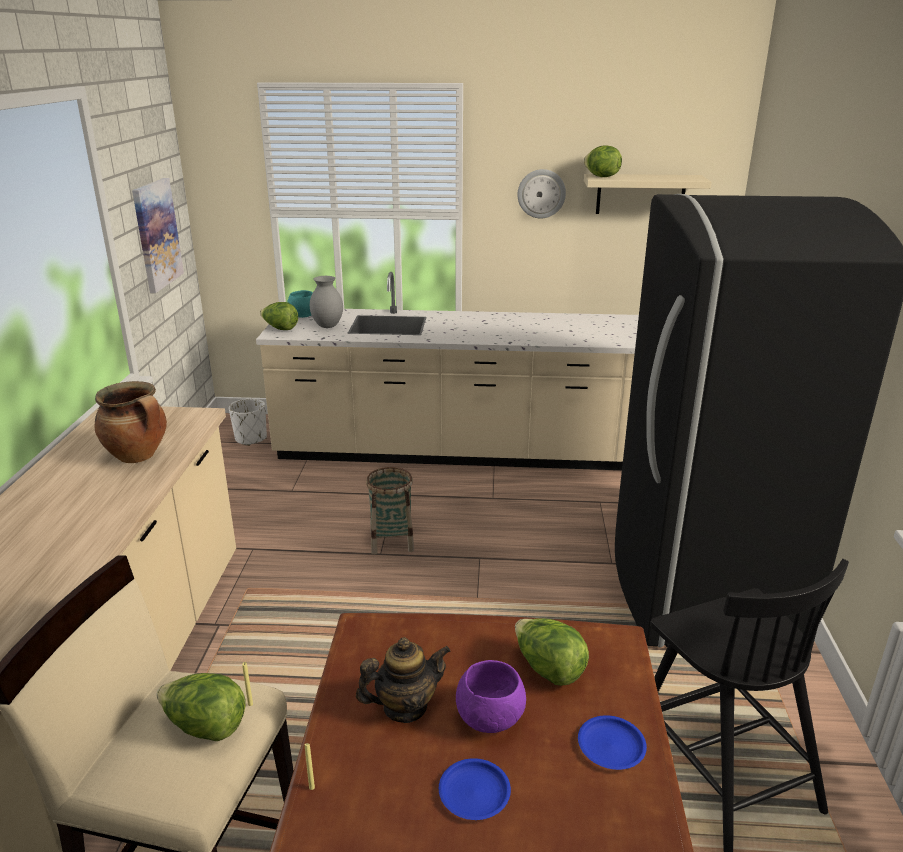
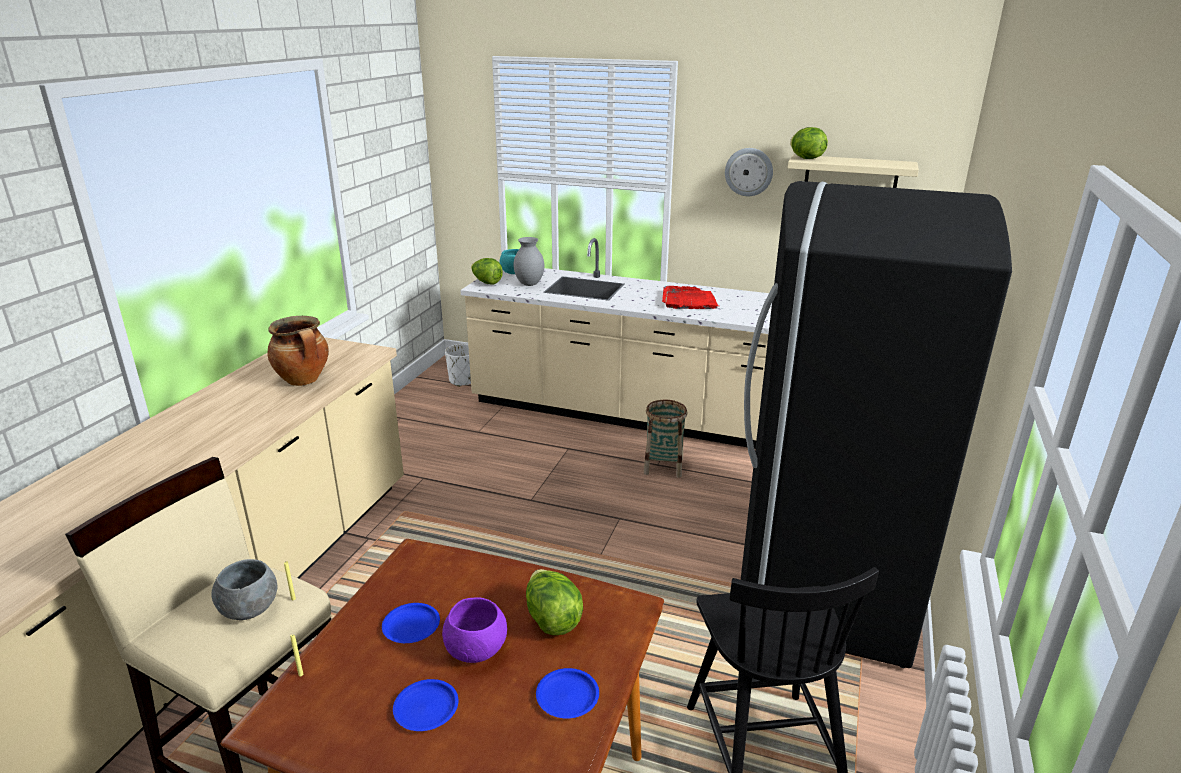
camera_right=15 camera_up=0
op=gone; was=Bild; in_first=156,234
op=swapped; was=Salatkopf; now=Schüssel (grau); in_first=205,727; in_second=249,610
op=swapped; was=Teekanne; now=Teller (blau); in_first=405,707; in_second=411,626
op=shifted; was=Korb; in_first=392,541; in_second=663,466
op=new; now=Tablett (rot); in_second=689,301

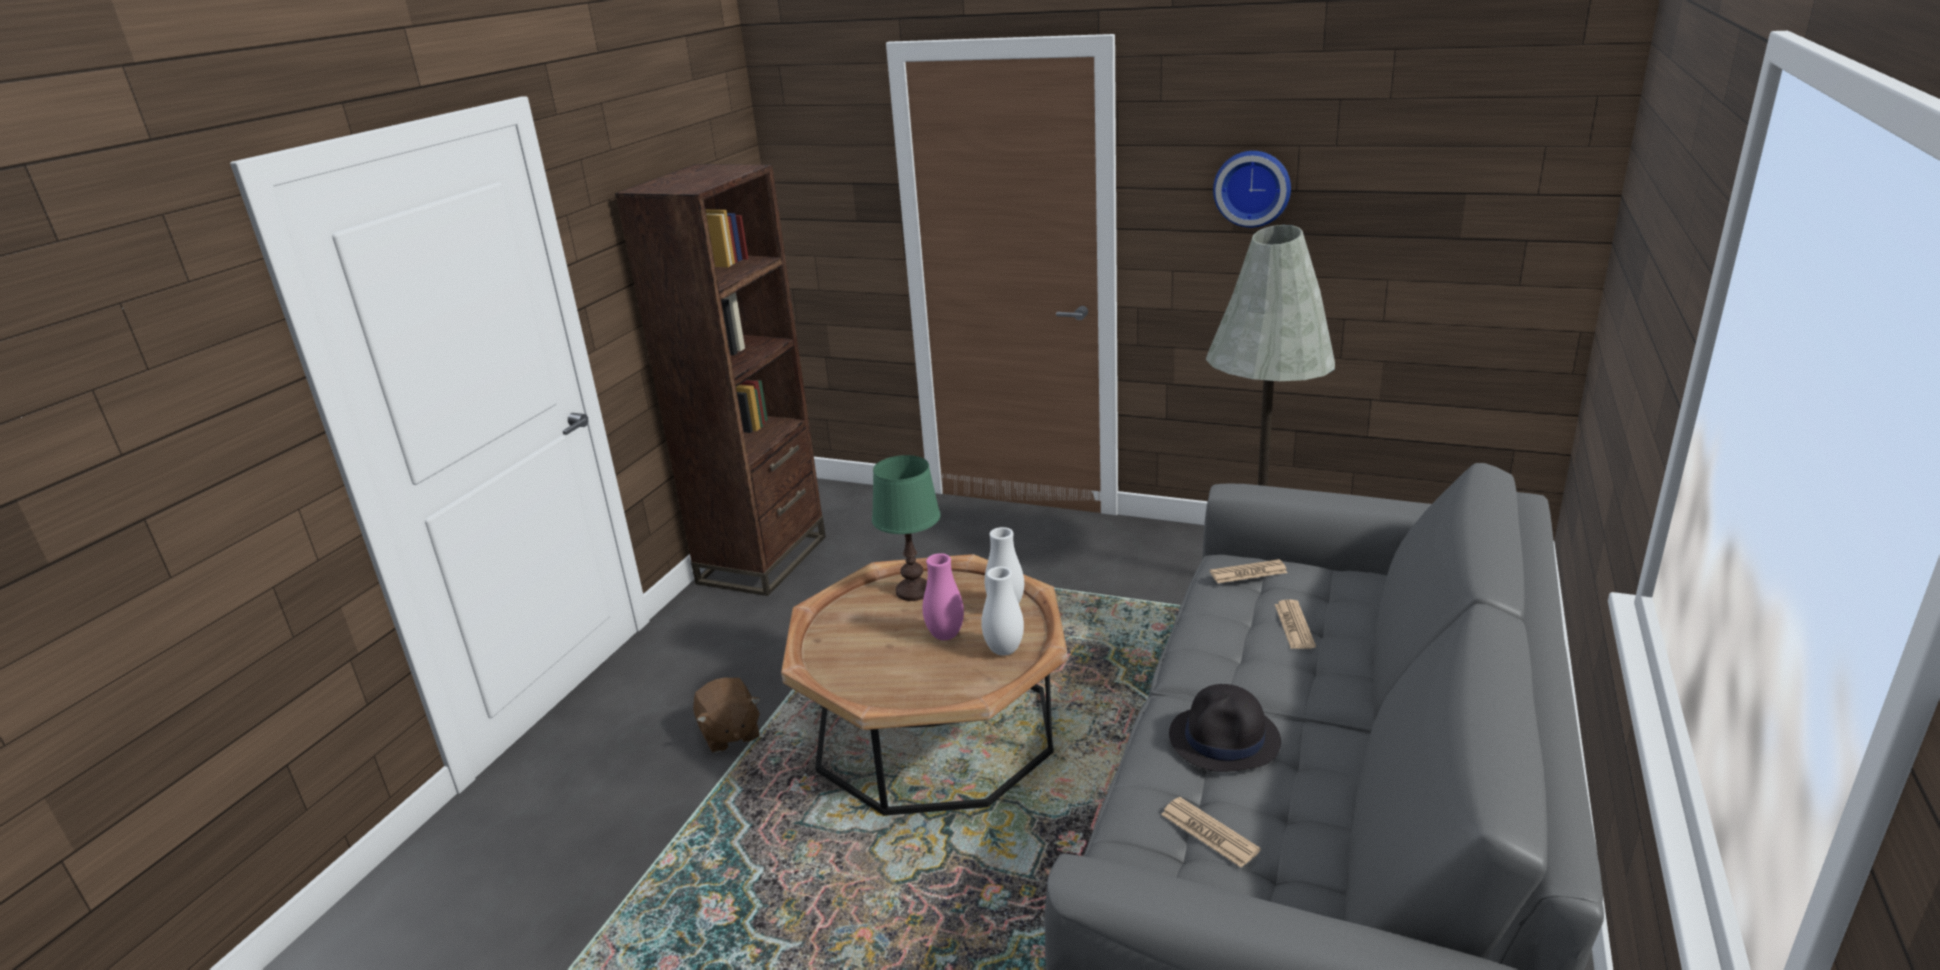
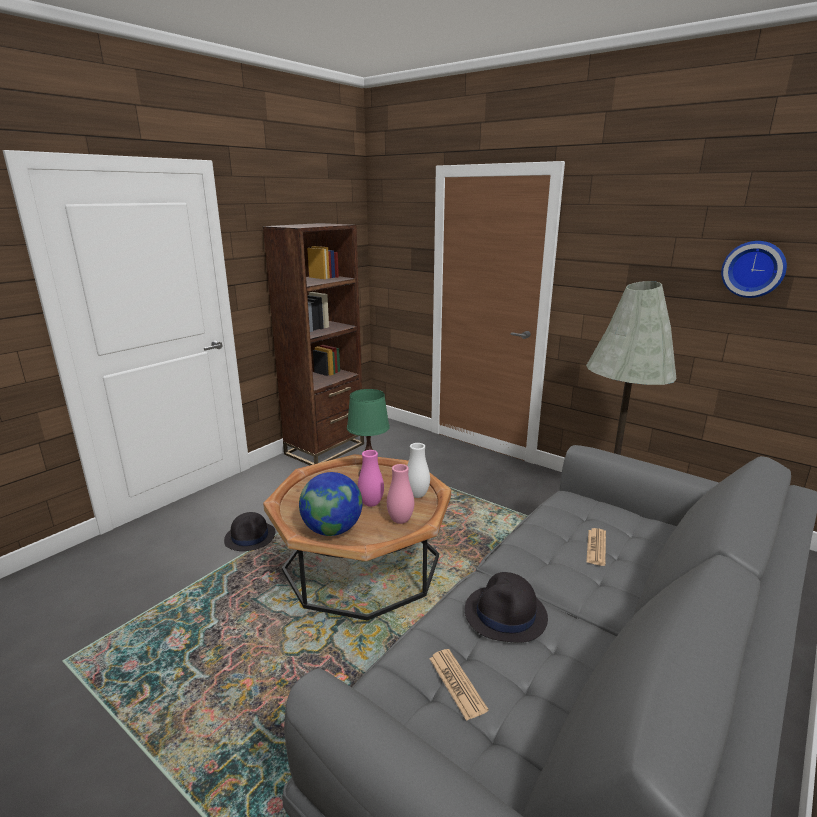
camera_right=15 camera_up=-5
op=swapped; was=Plüschtier (braun); now=Hut (schwarz); in_first=729,734; in_second=250,537
op=repainted; was=Vase (weiß); now=Vase (rosa); in_first=1004,650; in_second=400,520
op=gone; was=Zeitung; in_first=1248,572
op=shifted; was=Wanduhr; in_first=1252,188; in_second=753,269
op=new; now=Globus; in_second=332,530

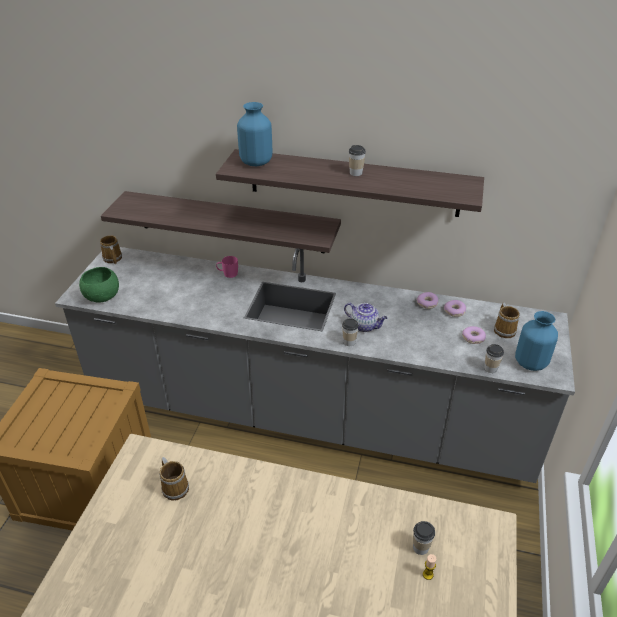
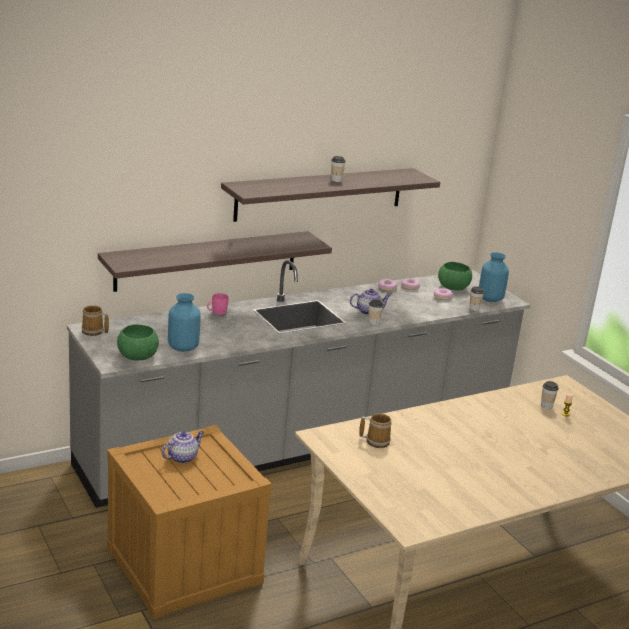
camera_right=-45 camera_up=-15
op=shifted; was=Vase (blau); in_first=255,162; in_second=182,347
op=swapped; was=Henkelbecher; now=Schüssel (grün); in_first=504,330; in_second=452,287
op=new; now=Teekanne; in_second=182,457

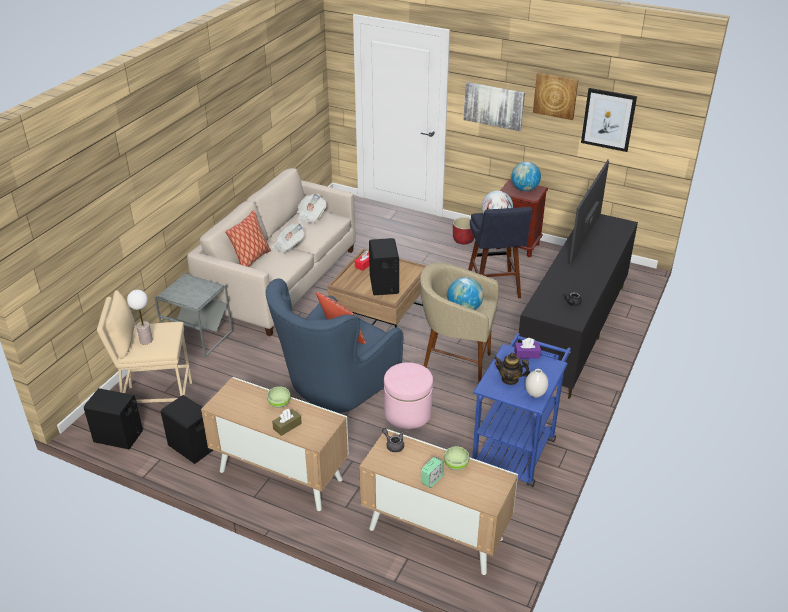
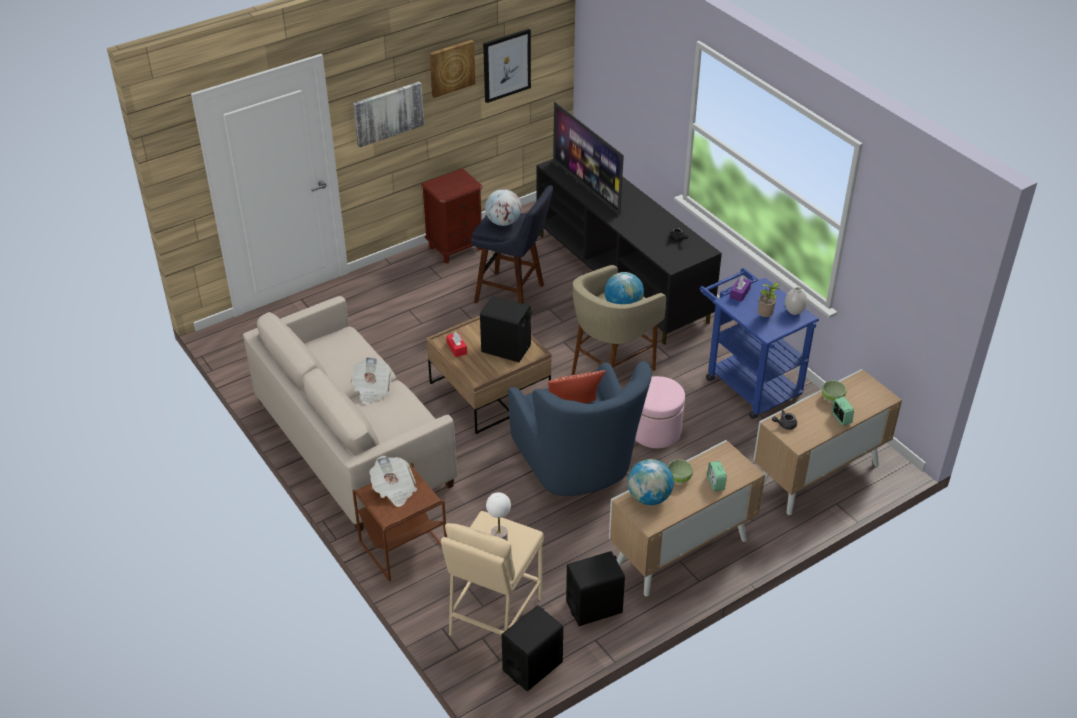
camera_right=-60 camera_up=5
op=repainted; was=Beistelltisch (grau); now=Beistelltisch (braun); in_first=198,337; in_second=402,547
op=gone; was=Kissen; in_first=251,259
op=swapped; was=Taschentuchbox (braun); now=Wecker; in_first=287,426; in_second=715,483
op=shifted; was=Zeitung; in_first=310,216; in_second=394,489
op=gone; was=Pflanzkübel (rot); in_first=463,240
op=swapped; was=Teekanne; now=Topfpflanze; in_first=510,379; in_second=765,317
op=shifted; was=Globus; in_first=524,189; in_second=649,497

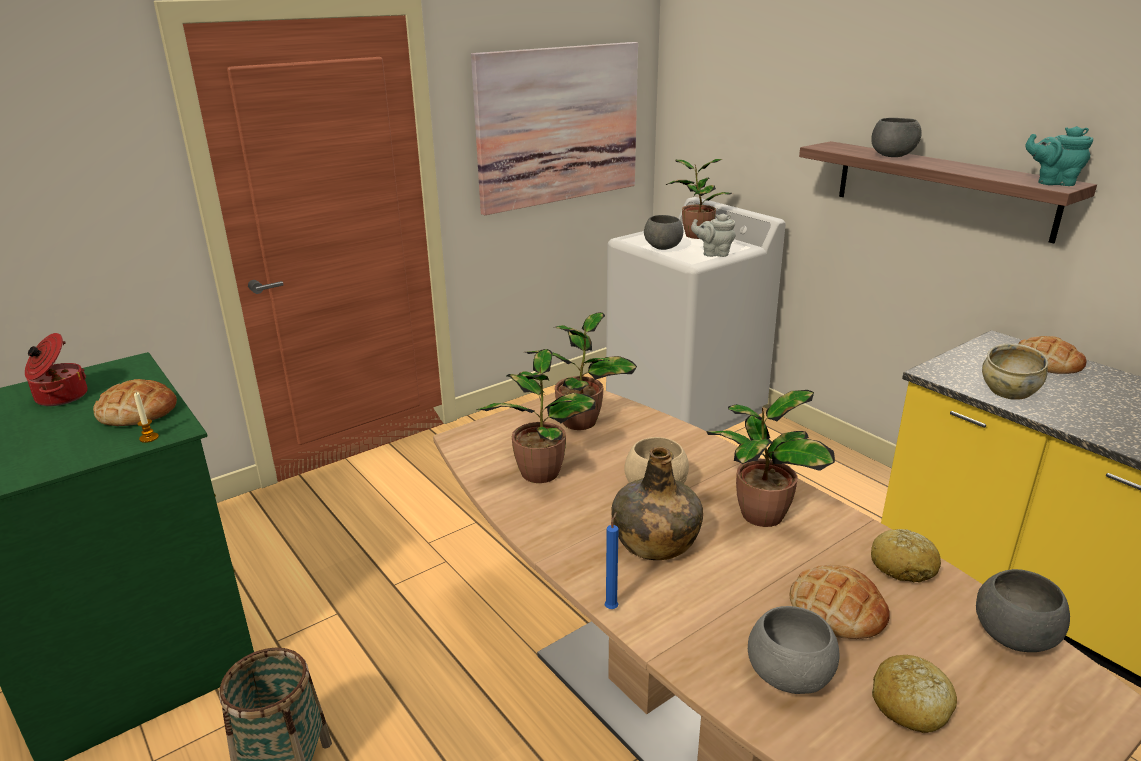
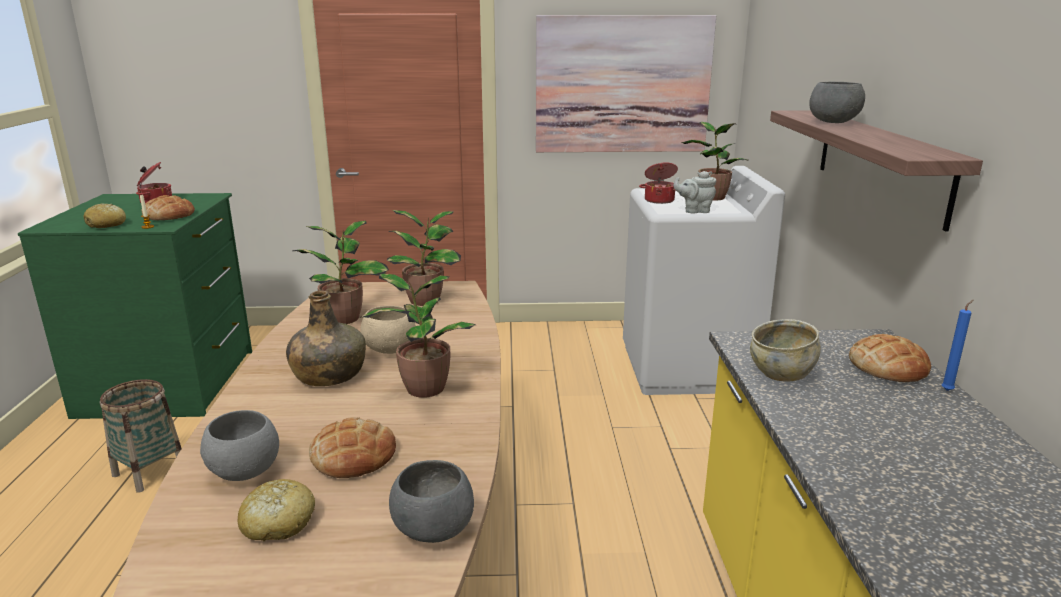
camera_right=35 camera_up=-5
op=shifted; was=Kerze (blau); in_first=612,607; in_second=948,390
op=swapped; was=Schüssel (grau); now=Kochtopf; in_first=662,248; in_second=659,200
op=rotated; was=Teekanne (grau); in_first=714,253; in_second=695,211; clockwise=-45
op=shifted; was=Brot; in_first=903,566; in_second=107,224
op=gone; was=Teekanne (türkis); in_first=1052,182

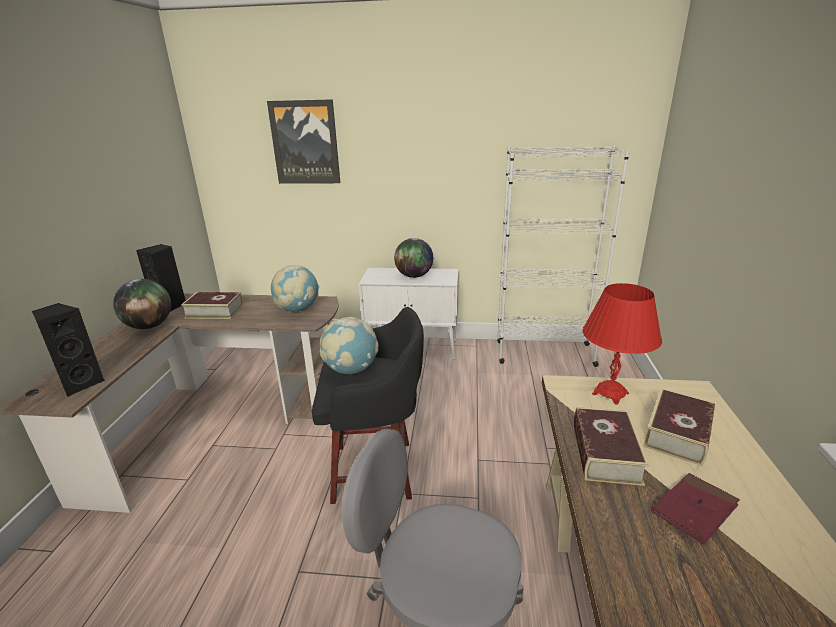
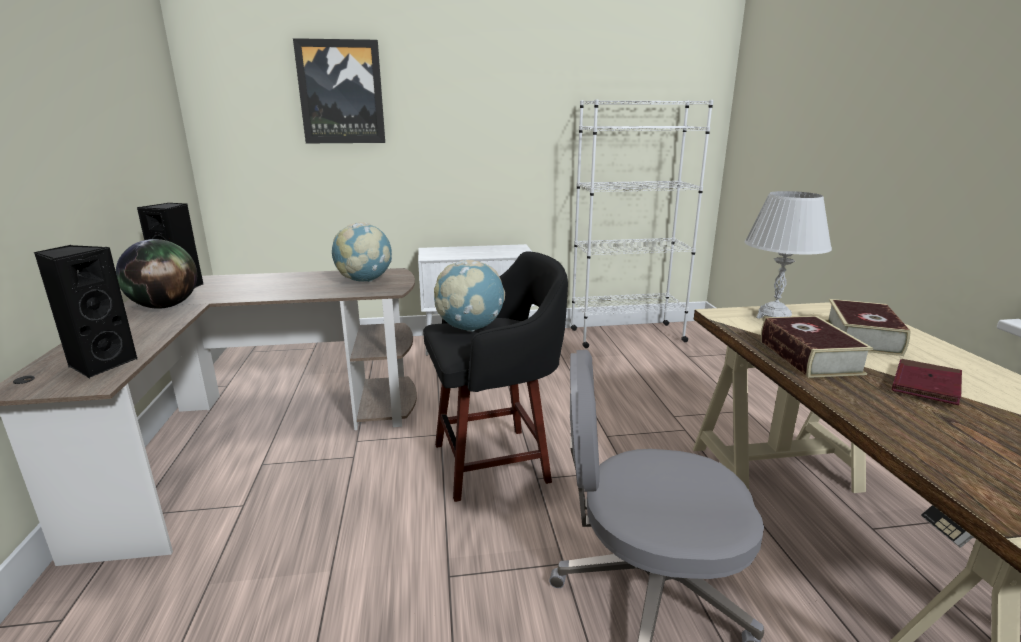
camera_right=-15 camera_up=-5
op=gone; was=Buch; in_first=214,311
op=gone; was=Globus; in_first=414,276
op=repainted; was=Tischlampe (rot); now=Tischlampe (weiß); in_first=610,394; in_second=774,316

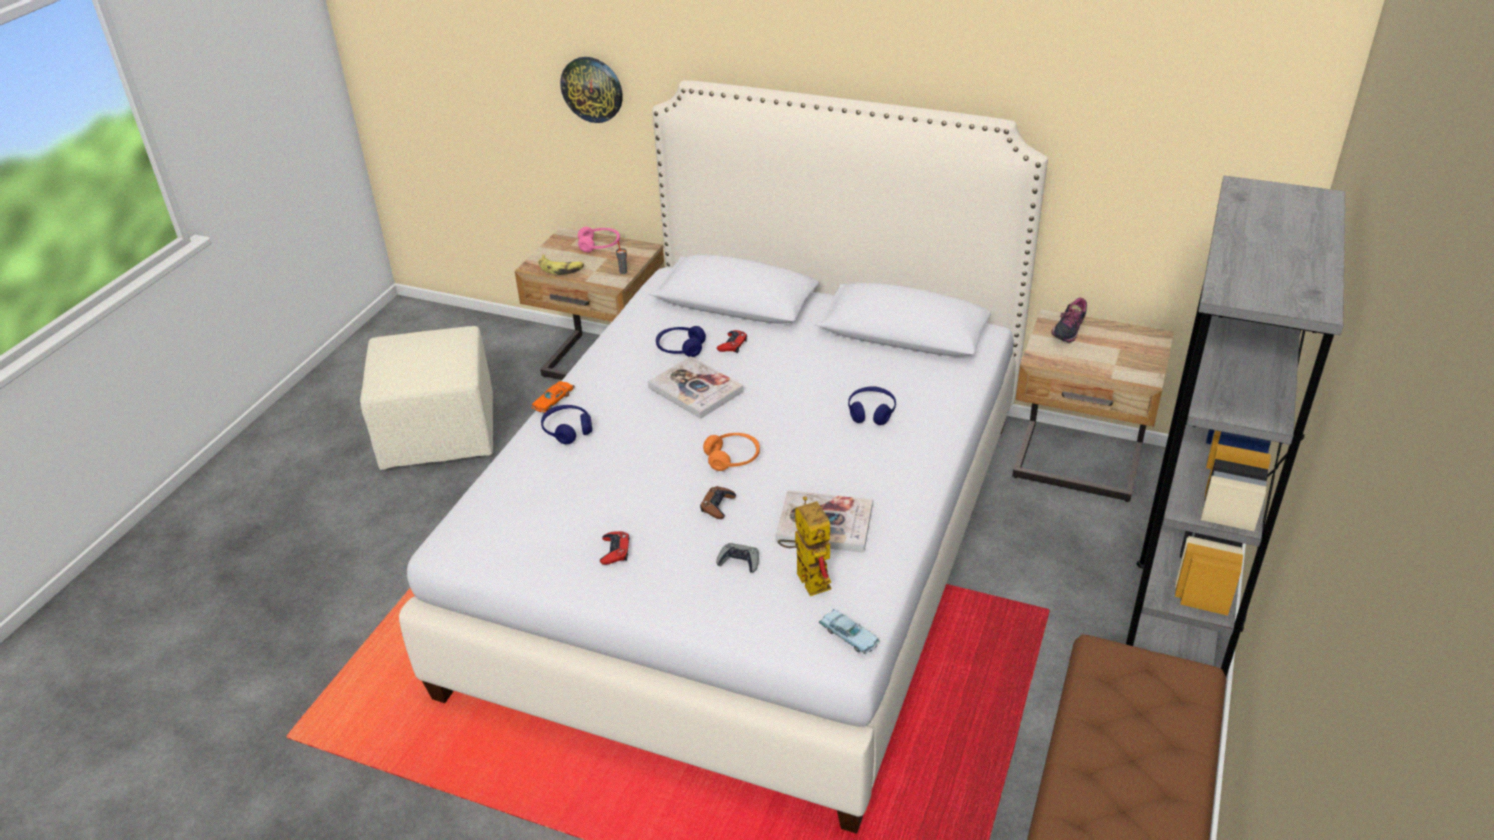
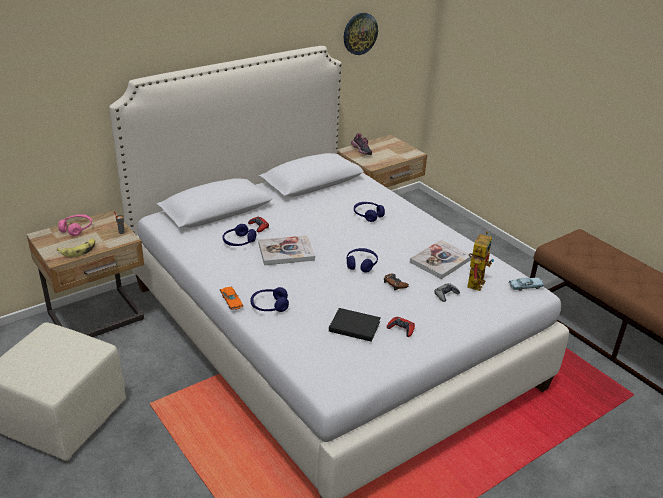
camera_right=-60 camera_up=-5
op=shifted; was=Wanduhr; in_first=592,89; in_second=360,33
op=repainted; was=Kopfhörer (orange); now=Kopfhörer (blau); in_first=732,458; in_second=361,264
op=rotated; was=Spielzeugroboter; in_first=806,577; in_second=475,281; clockwise=105
op=gone; was=Bücherregal (grau); in_first=1172,640
op=new; now=Buch (schwarz); in_second=353,325

